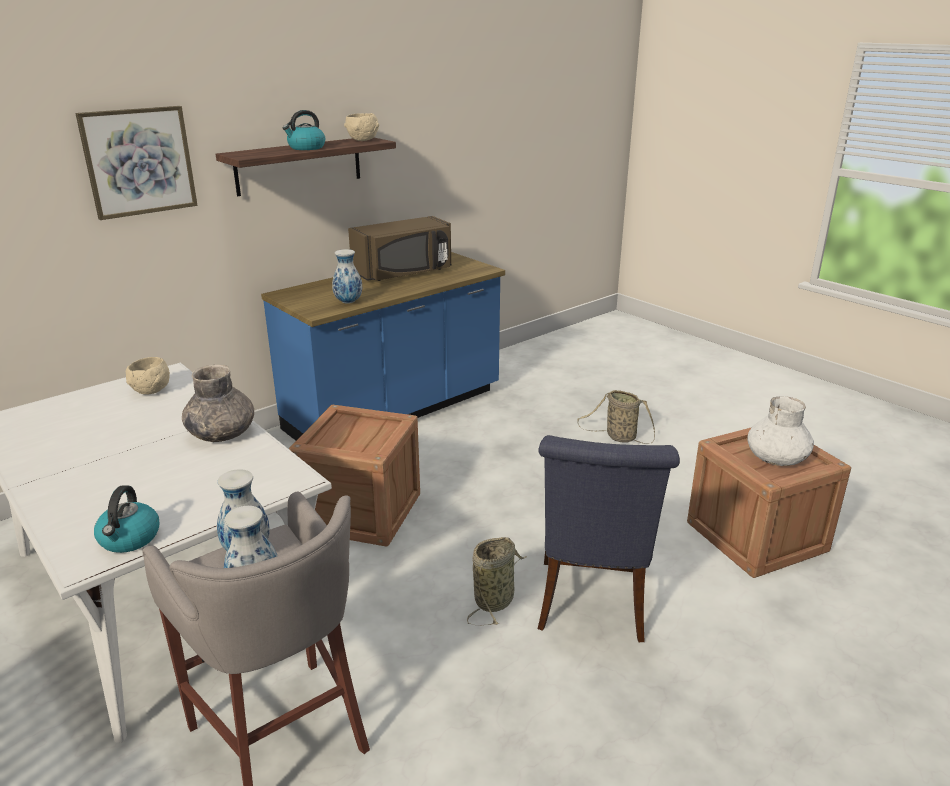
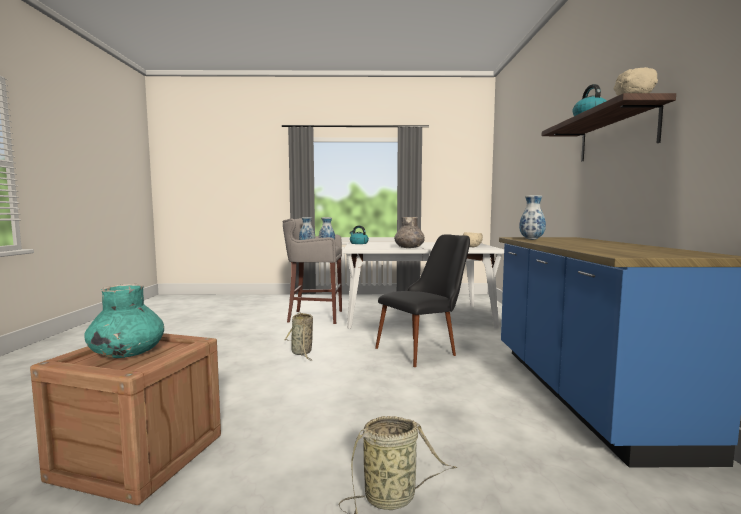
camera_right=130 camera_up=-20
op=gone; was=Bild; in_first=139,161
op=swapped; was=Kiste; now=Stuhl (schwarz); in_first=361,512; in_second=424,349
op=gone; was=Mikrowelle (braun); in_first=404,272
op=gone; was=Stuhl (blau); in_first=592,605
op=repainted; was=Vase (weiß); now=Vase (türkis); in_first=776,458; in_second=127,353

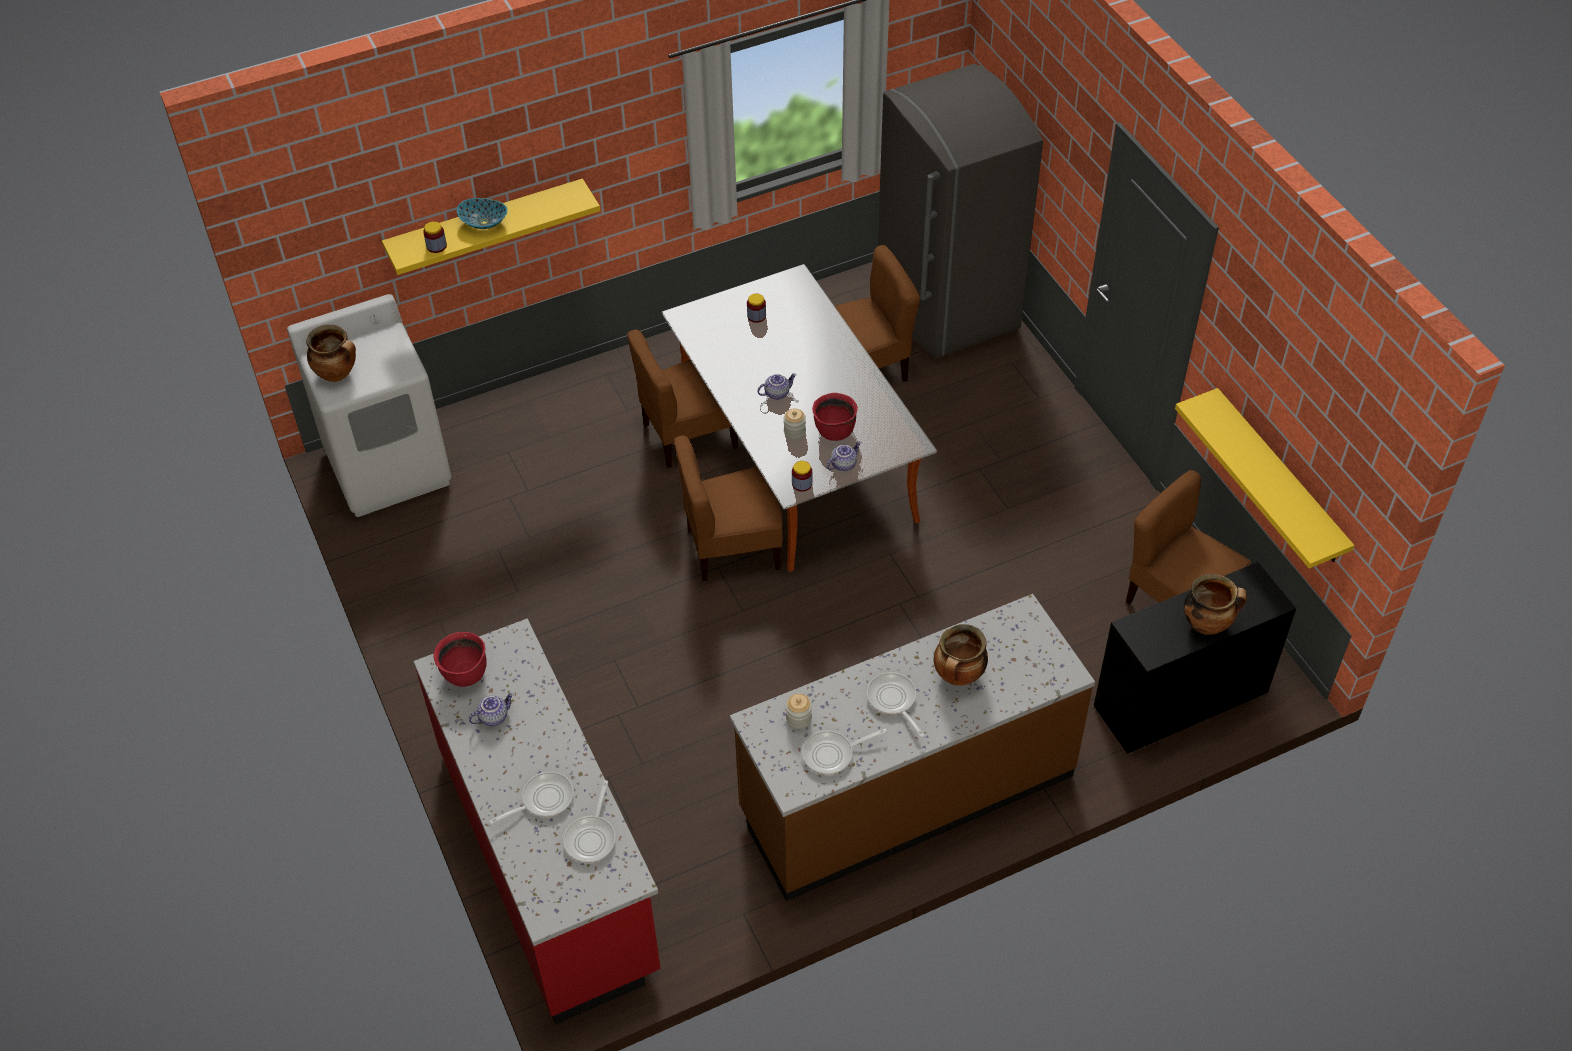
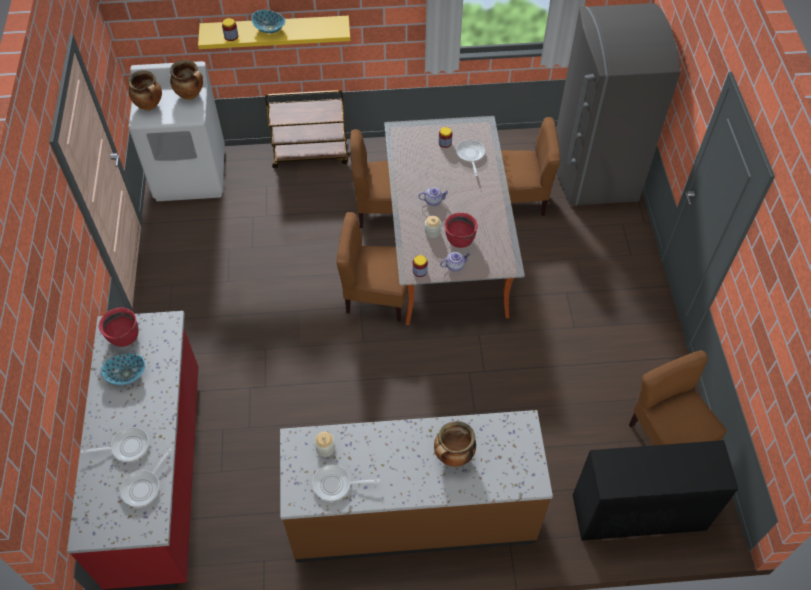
camera_right=20 camera_up=5
op=swapped; was=Teekanne; now=Schüssel; in_first=493,716; in_second=126,374
op=shifted; was=Pfanne; in_first=893,701; in_second=470,155
op=gone; was=Wandregal (gelb); in_first=1279,478
op=shifted; was=Kochtopf; in_first=1207,624; in_second=191,94
op=new; now=Rollwagen (braun); in_second=311,154

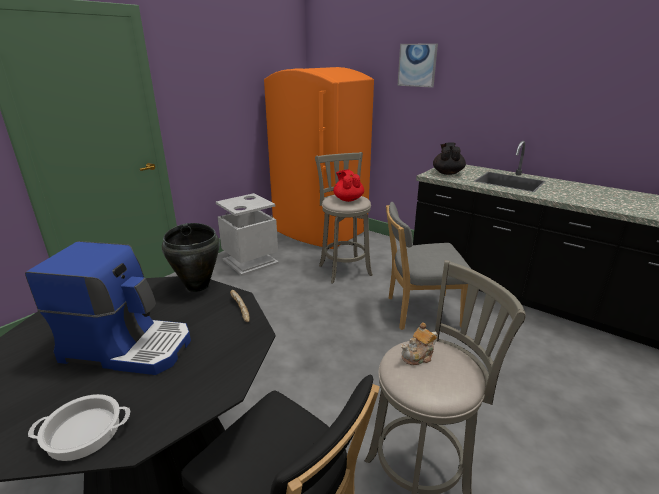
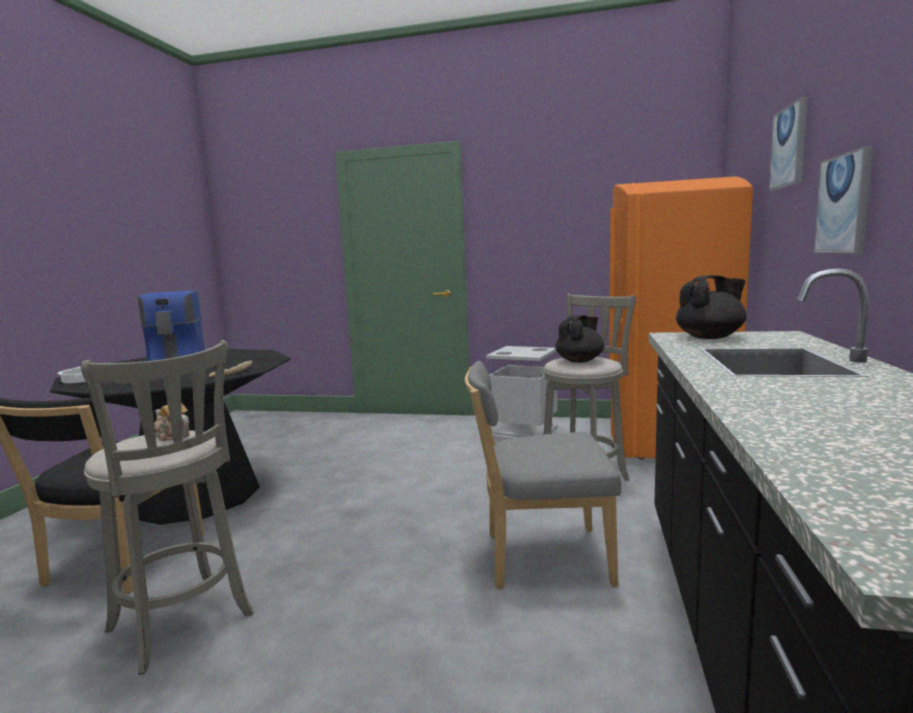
camera_right=65 camera_up=-15
op=gone; was=Kochtopf (schwarz); in_first=198,286
op=repainted; was=Teekanne (rot); now=Teekanne (schwarz); in_first=348,199; in_second=580,361
op=rotated; was=Stuhl (grau); in_first=419,312; in_second=540,558; clockwise=-60
op=new; now=Bild; in_second=844,204

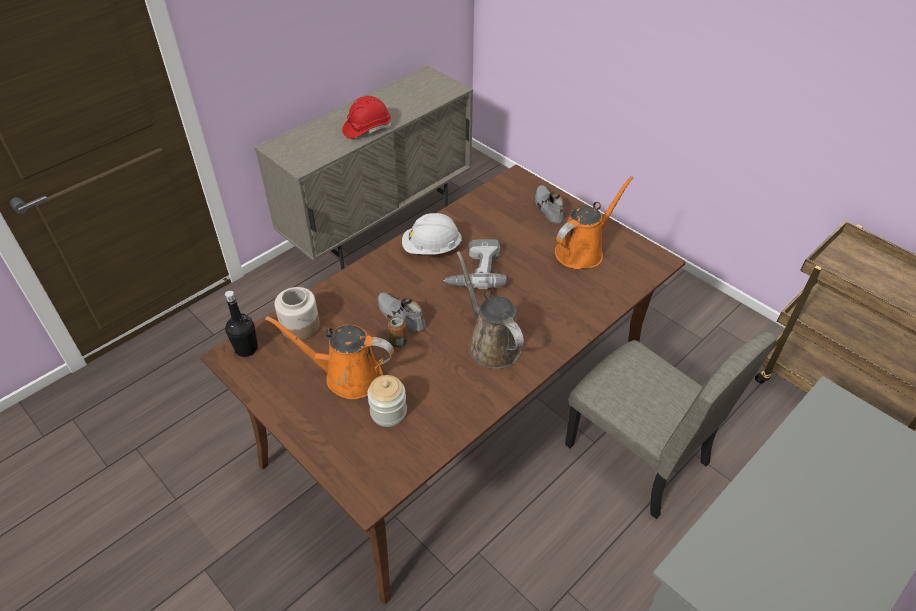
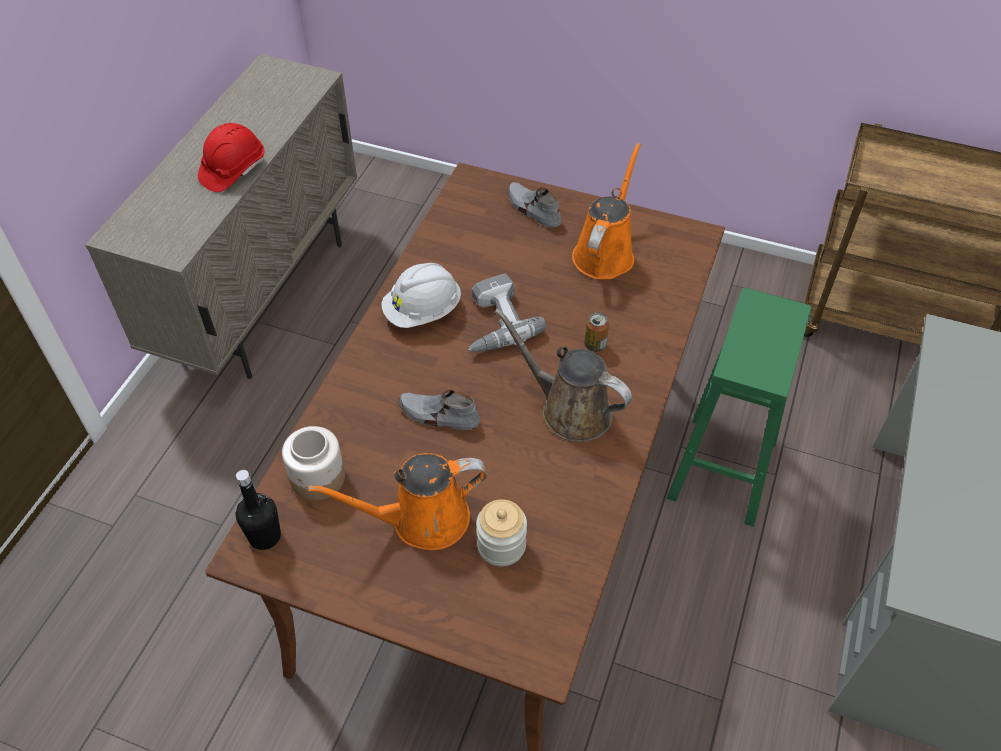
camera_right=-25 camera_up=5
op=shifted; was=Dose; in_first=398,342; in_second=595,345
op=swapped; was=Stuhl (beige); now=Hocker (grün); in_first=636,454; in_second=722,471

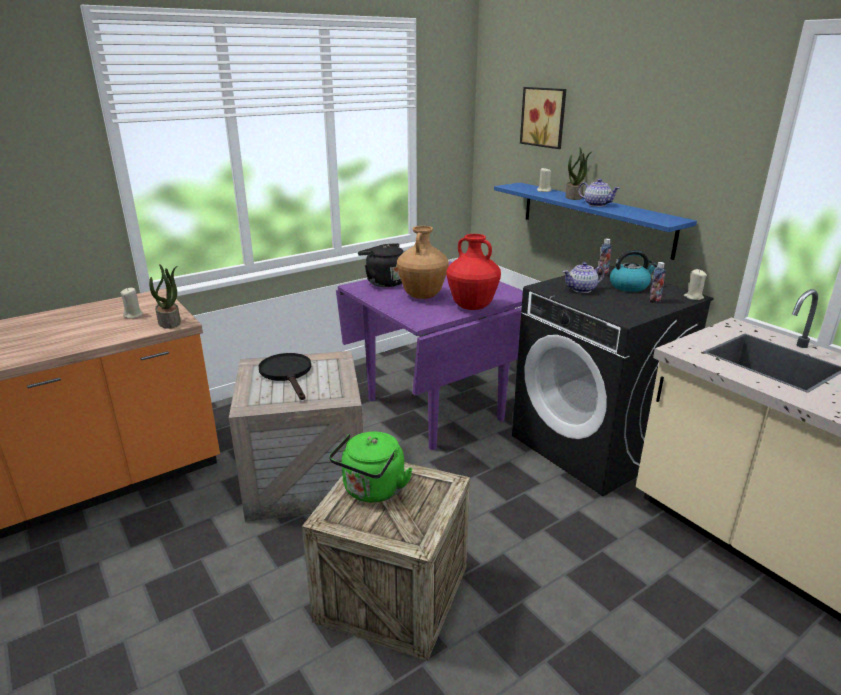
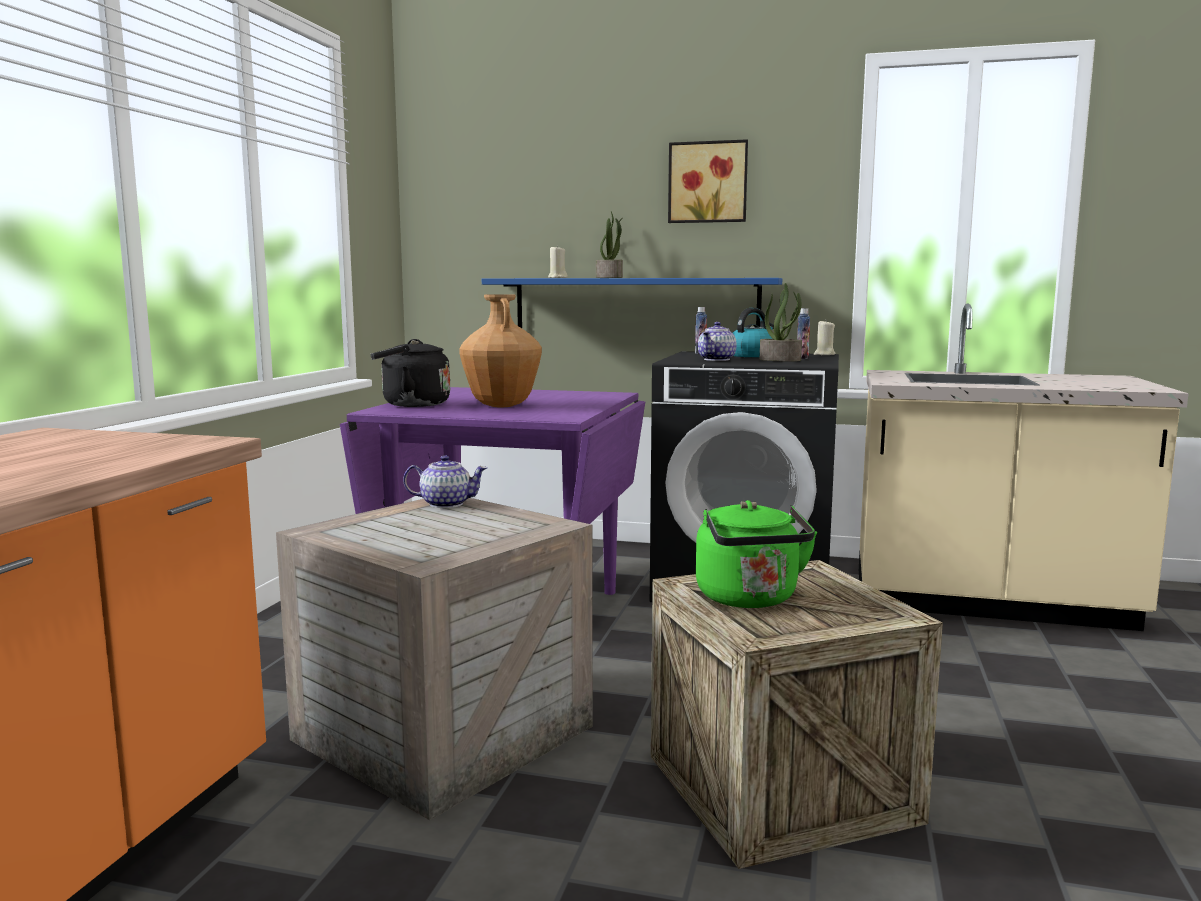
camera_right=-40 camera_up=-15
op=gone; was=Kerze (beige); in_first=133,315
op=shifted; was=Topfpflanze; in_first=170,322; in_second=780,360
op=gone; was=Pfanne (schwarz); in_first=288,374
op=gone; was=Vase (rot); in_first=472,307
op=shifted; was=Bild; in_first=544,117; in_second=708,182
op=shifted; was=Teekanne; in_first=596,204; in_second=445,504

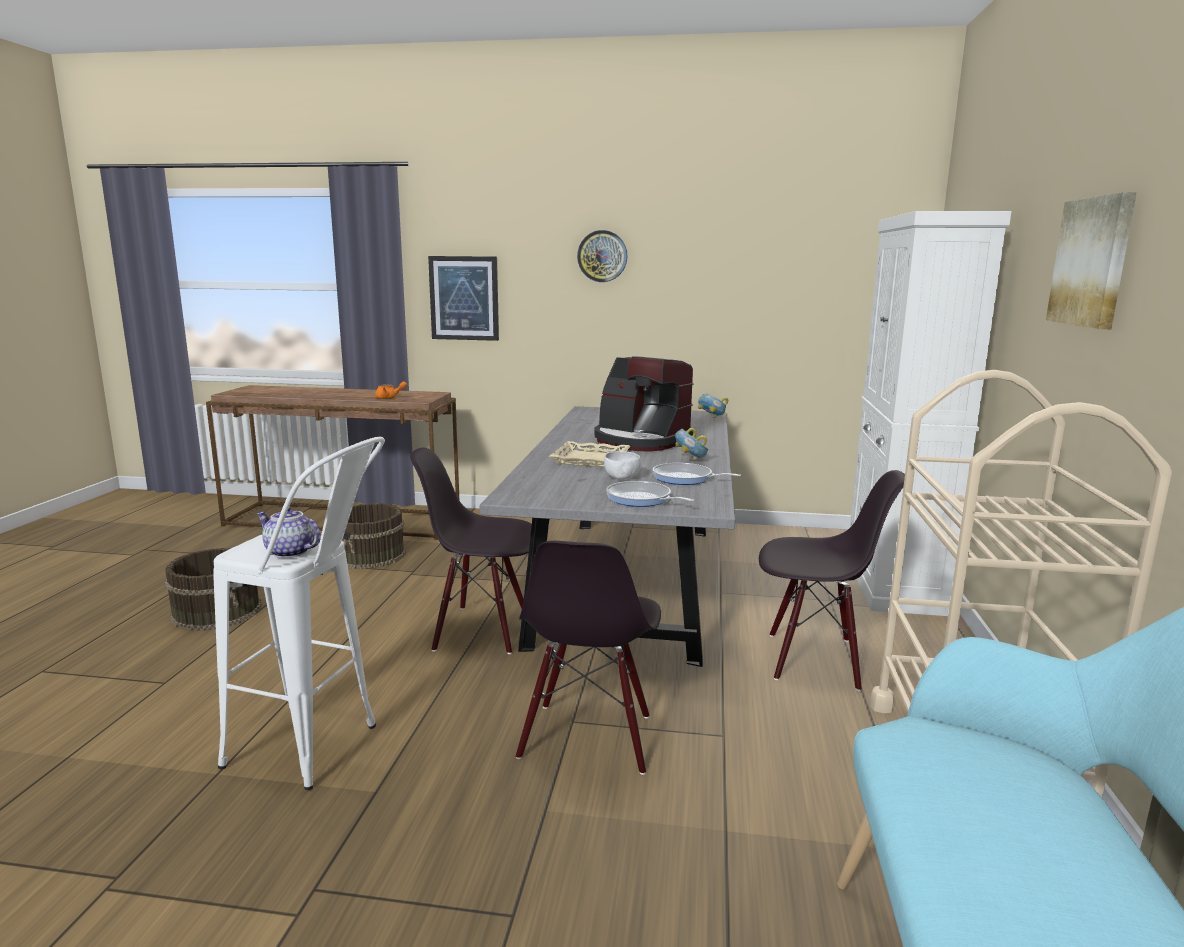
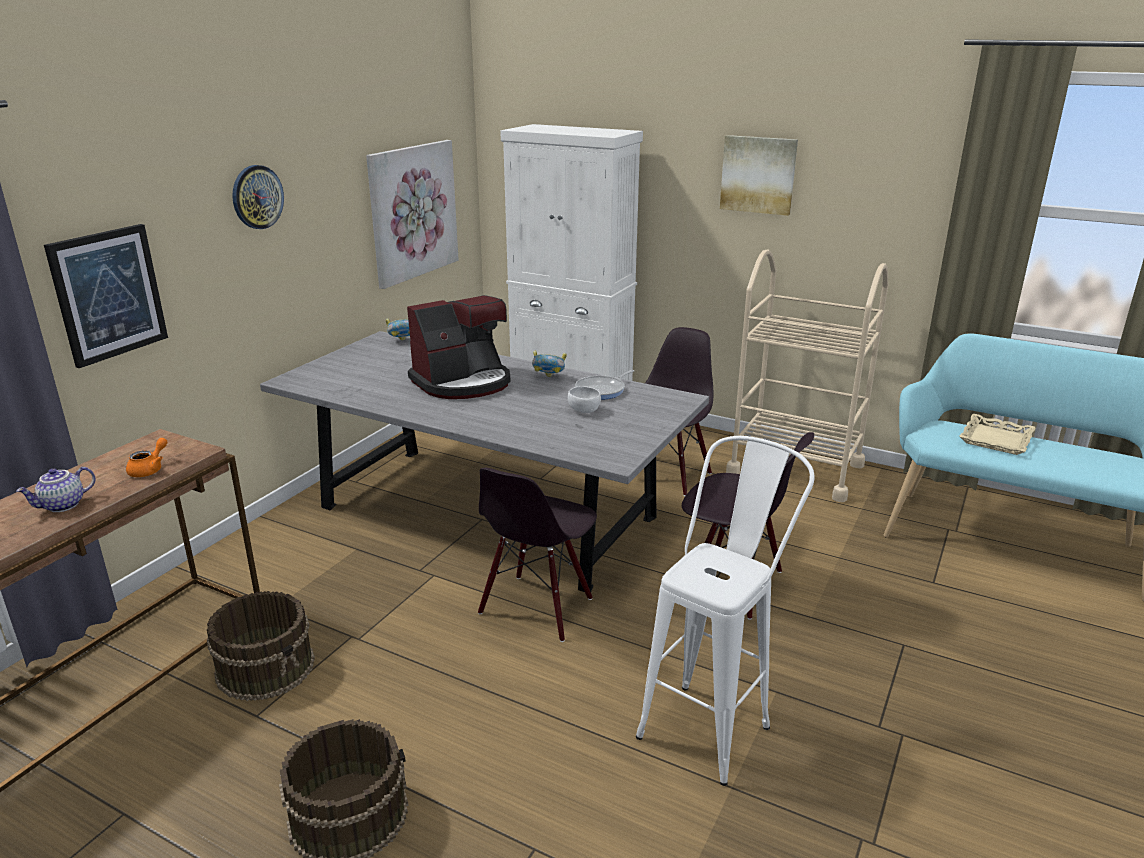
camera_right=-70 camera_up=10
op=shifted; was=Teekanne; in_first=289,552; in_second=63,506
op=shifted; was=Tablett (beige); in_first=591,460; in_second=995,439
op=gone; was=Pfanne; in_first=641,499
op=new; now=Bild; in_second=413,212

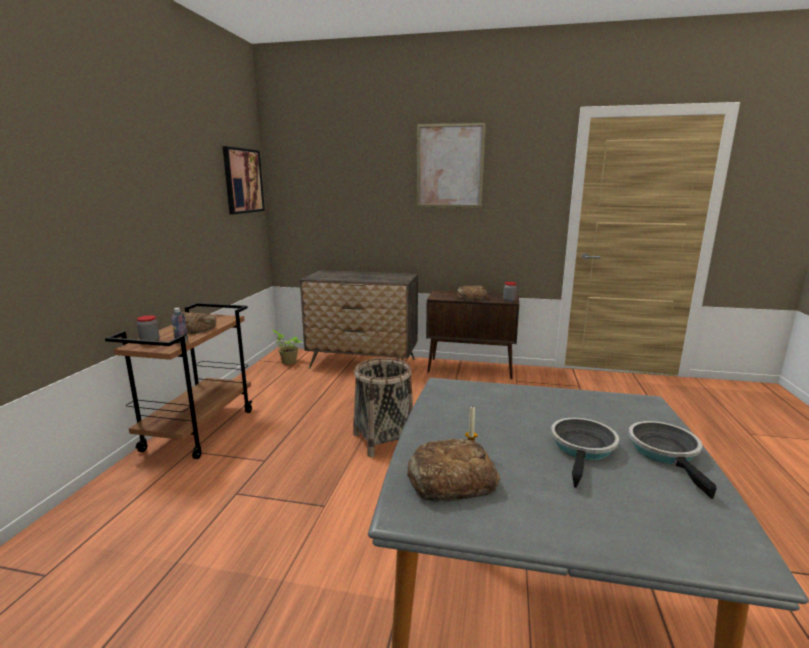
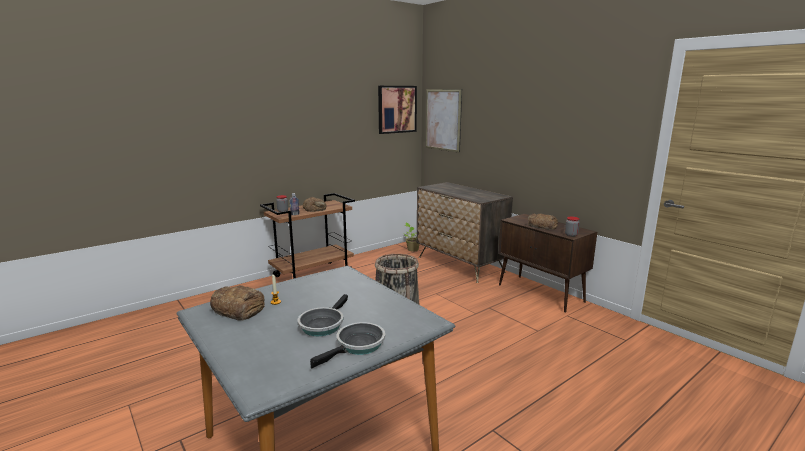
camera_right=40 camera_up=0
op=shifted; was=Bild; in_first=450,166; in_second=443,120
op=rotated; was=Pfanne; in_first=583,449; in_second=323,324; clockwise=135

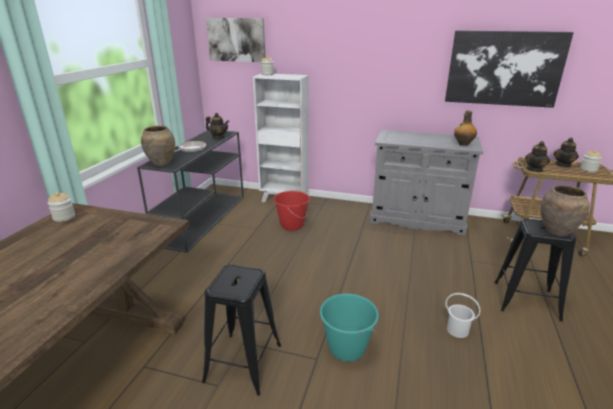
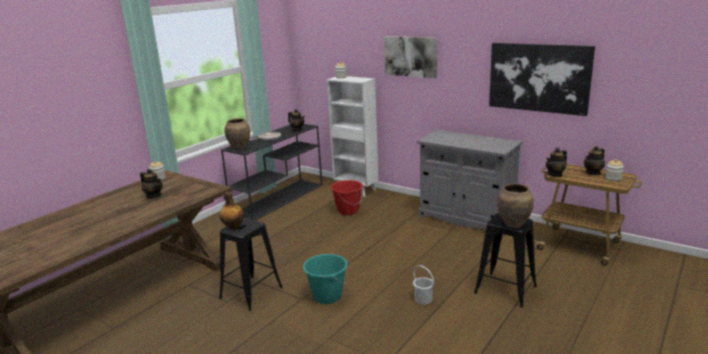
camera_right=20 camera_up=-5
op=shifted; was=Bild; in_first=236,39; in_second=410,56
op=shifted; was=Flasche; in_first=463,144; in_second=233,227
op=new; now=Teekanne; in_second=154,196

